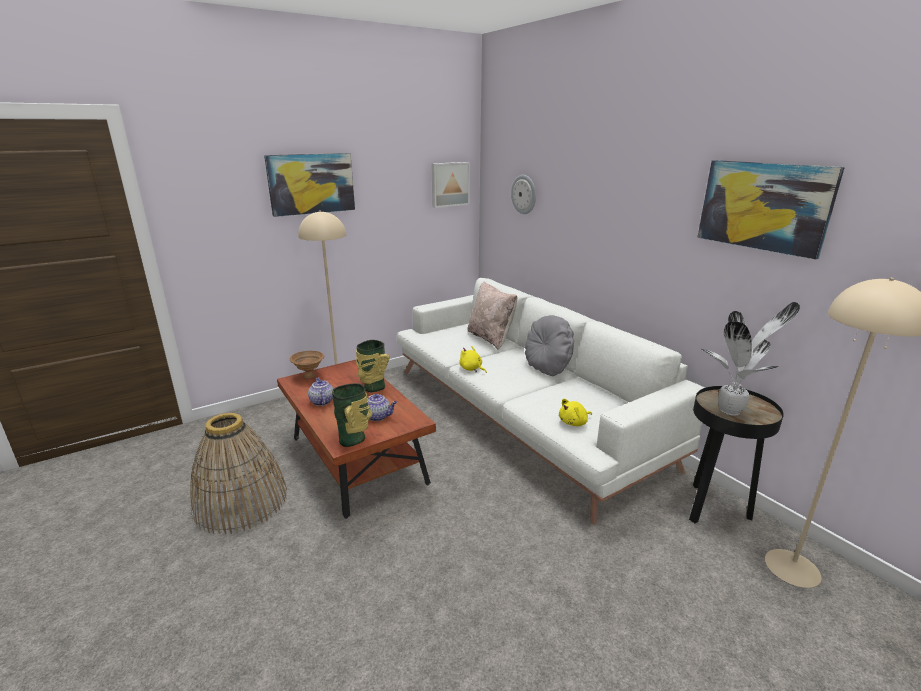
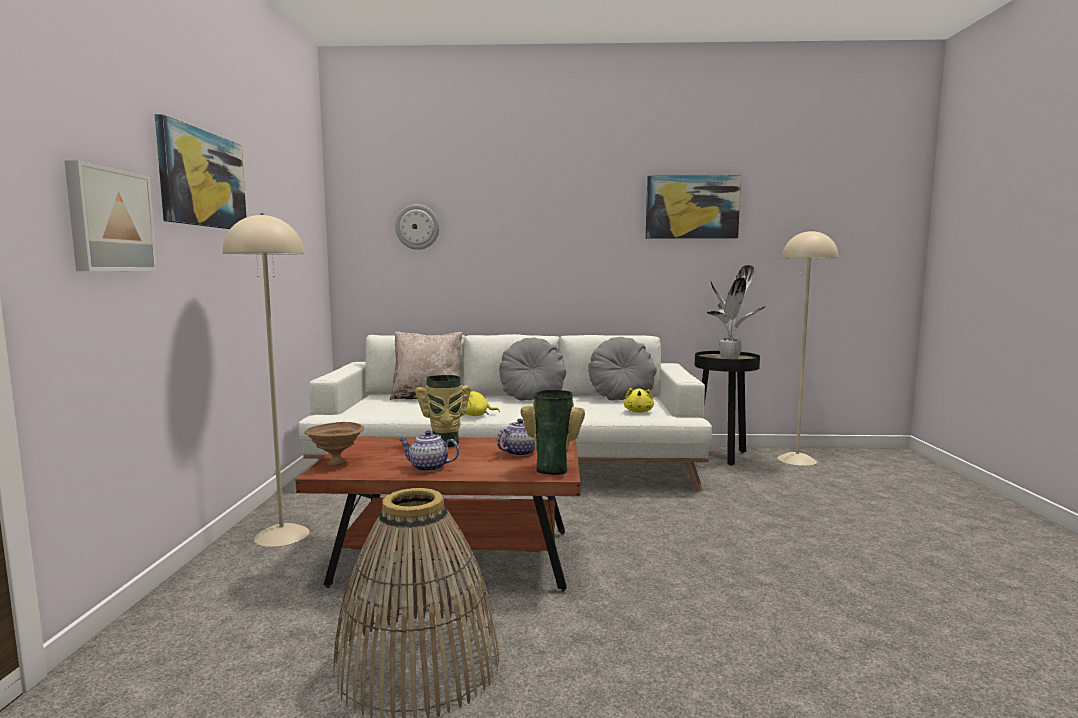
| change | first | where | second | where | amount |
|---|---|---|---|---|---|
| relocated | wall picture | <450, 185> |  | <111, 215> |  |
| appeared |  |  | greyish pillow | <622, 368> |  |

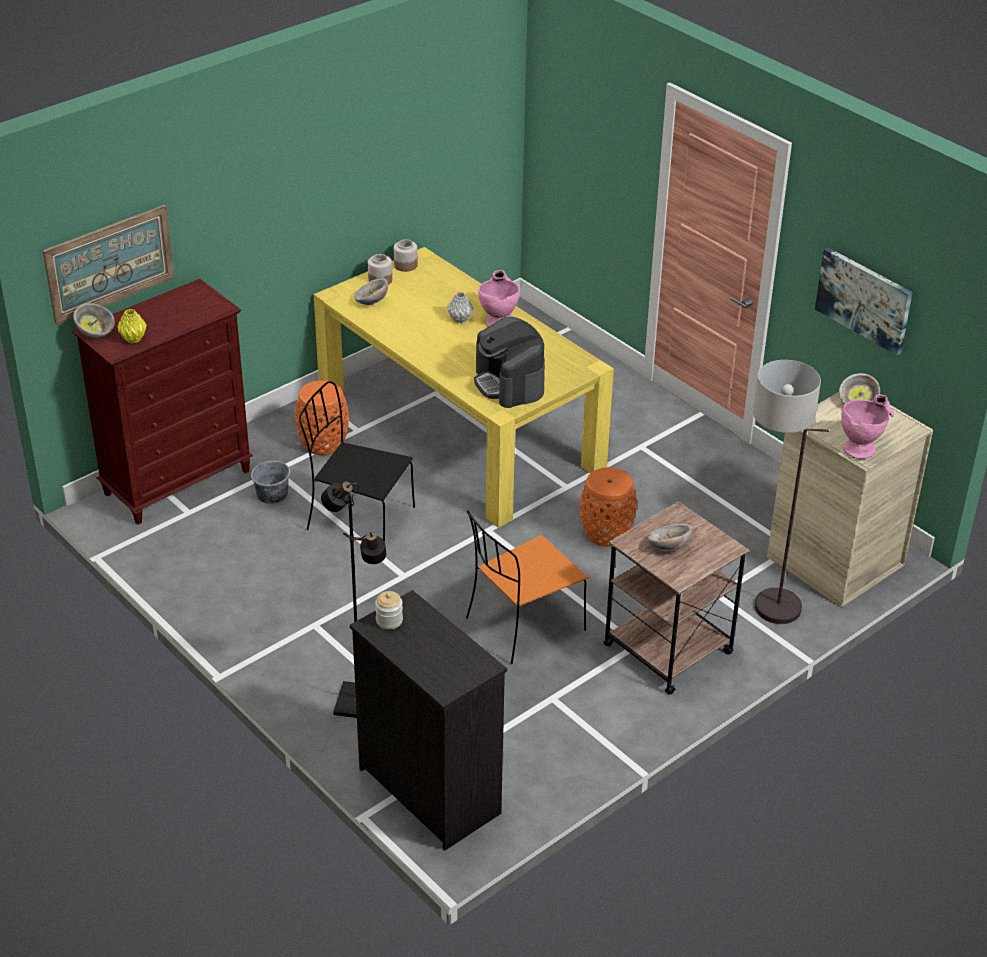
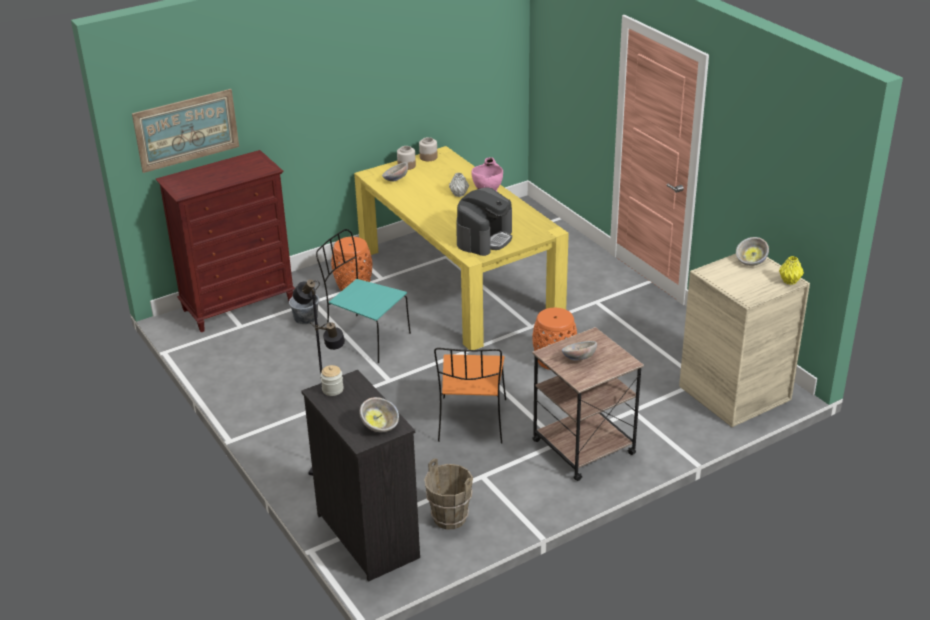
| change | first | where | second | where | amount |
|---|---|---|---|---|---|
| colour | black chair | <357, 461> | turquoise-coloured chair | <363, 296> |  |
| relocated | bowl | <94, 320> |  | <379, 414> |  |
| appeared |  |  | brown bucket | <448, 493> |  |
| spun | orange chair | <526, 587> |  | <470, 396> | 60 degrees counterclockwise |
| spun | coffee machine | <509, 362> |  | <484, 222> | 135 degrees counterclockwise |
| relocated | yellow-coloured decorative vase | <132, 326> |  | <791, 270> |  |
| missing | greyish standard lamp | <791, 492> |  |  |  |
| missing | wall picture | <864, 301> |  |  |  |
| missing | pinkish decorative vase | <867, 426> |  |  |  |

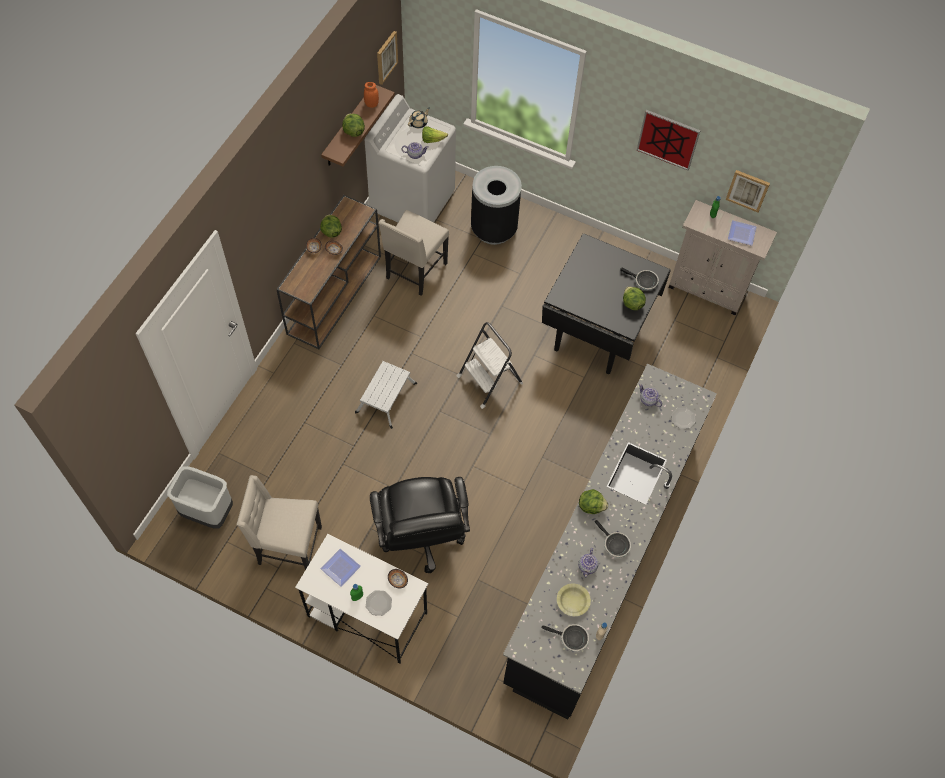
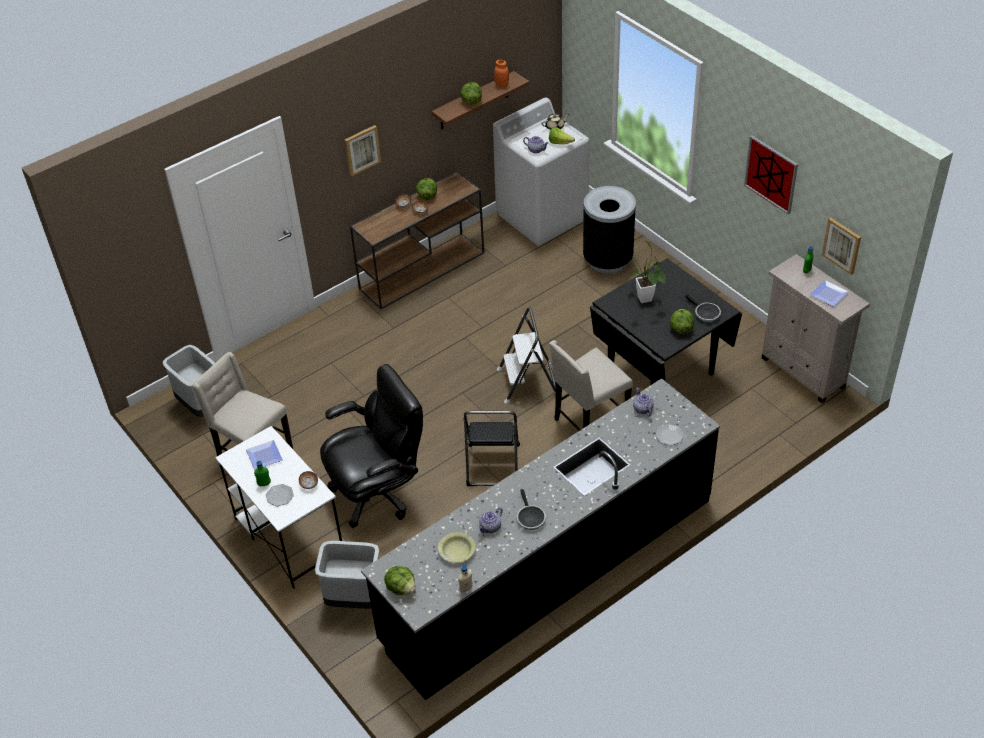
| change | first | where | second | where | amount |
|---|---|---|---|---|---|
| appeared |  |  | greyish rubbish bin | <347, 575> |  |
| spun | black office chair | <420, 525> |  | <371, 446> | 135 degrees counterclockwise |
| relocated | wall picture | <387, 58> |  | <363, 151> |  |
| relocated | lettuce | <593, 501> |  | <400, 581> |  |
| appeared |  |  | black step ladder | <492, 448> |  |
| relocated | sand-coloured chair | <414, 253> |  | <591, 385> |  |
| appeared |  |  | houseplant | <647, 272> |  |
| missing | whitish step ladder | <386, 395> |  |  |  |
| missing | skillet | <565, 638> |  |  |  |

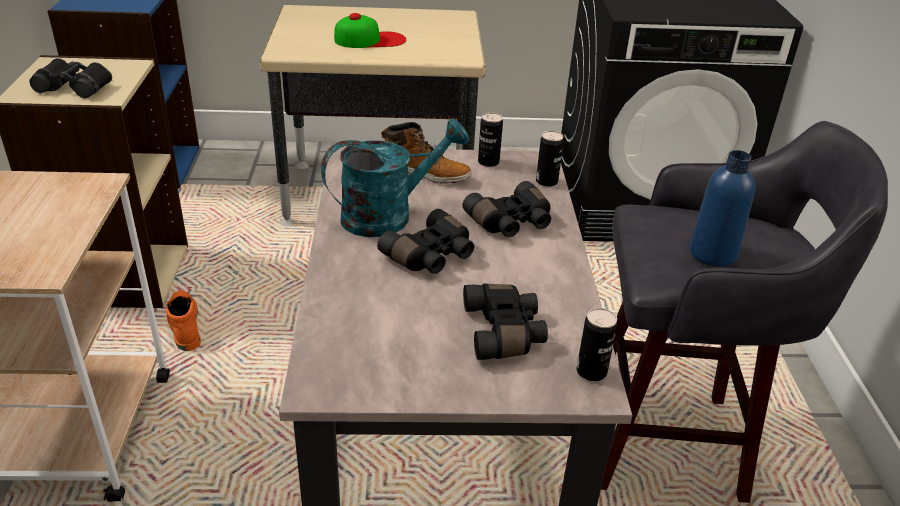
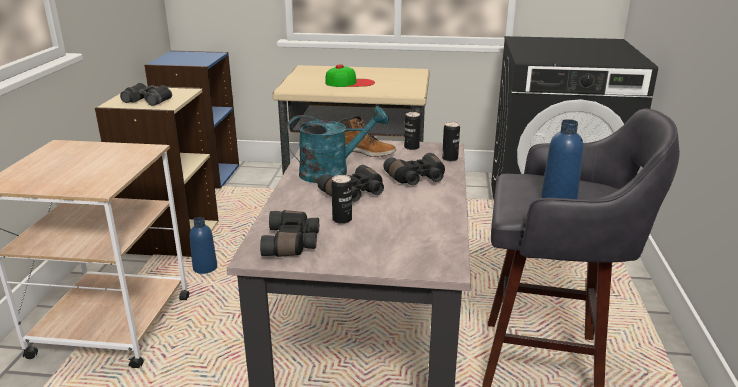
| change | first | where | second | where | amount |
|---|---|---|---|---|---|
| exchanged | orange high-top boot | <183, 320> | bluish beverage bottle | <203, 245> |  |
| relocated | black field glasses | <505, 322> |  | <289, 233> |  |
| relocated | metal can | <596, 344> |  | <341, 199> |  |

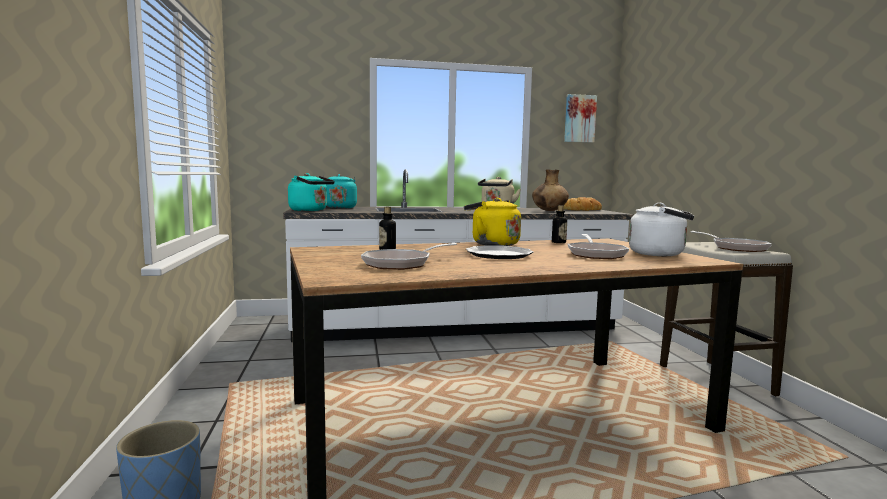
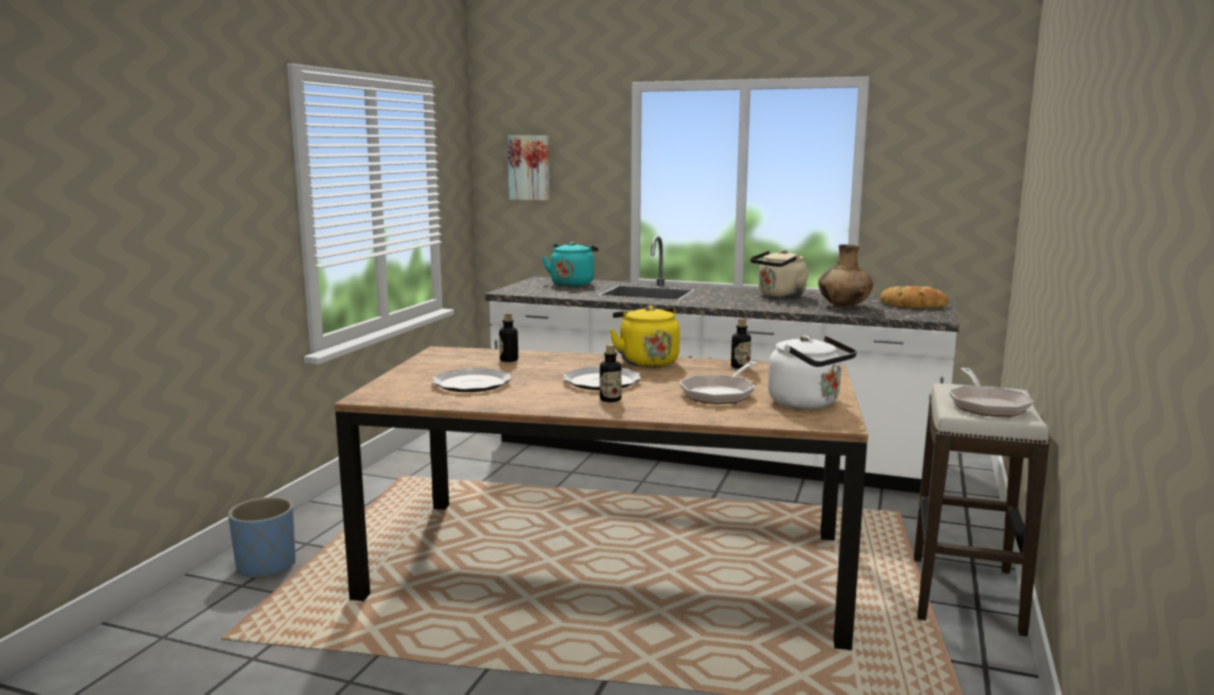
| change | first | where | second | where | amount |
|---|---|---|---|---|---|
| exchanged | skillet | <409, 256> | dinner plate | <472, 380> |  |
| relocated | wall picture | <580, 118> |  | <529, 167> |  |
| appeared |  |  | beverage bottle | <611, 373> |  |
| missing | turquoise-coloured water kettle | <311, 192> |  |  |  |

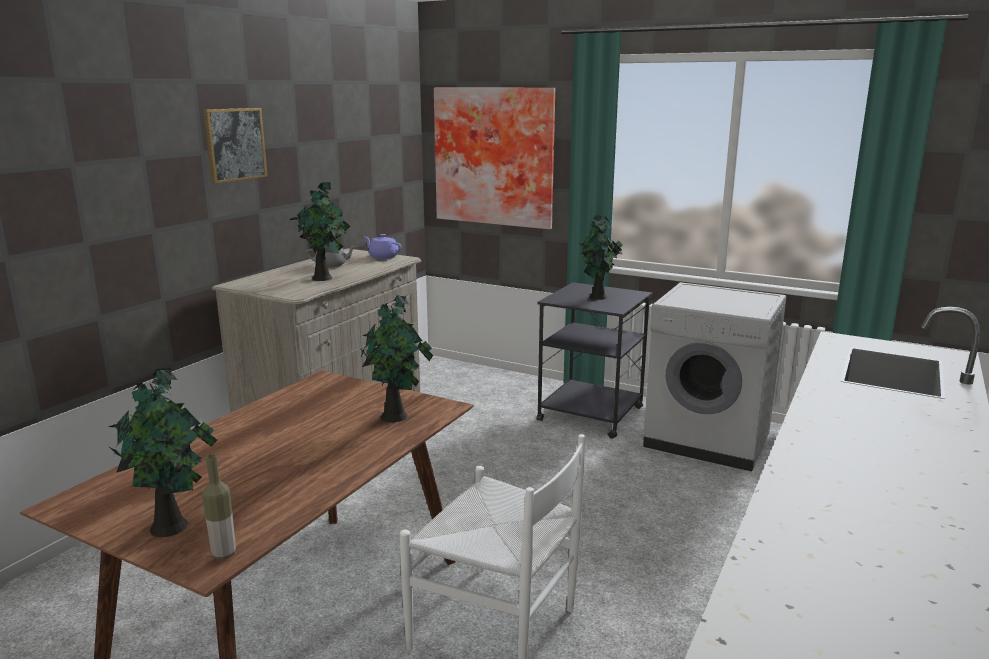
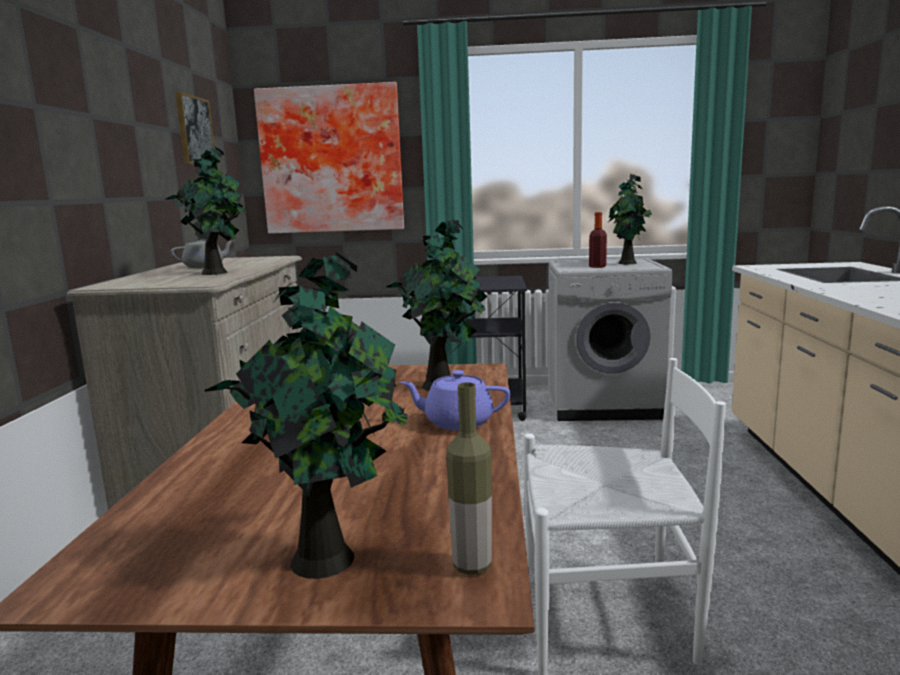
| change | first | where | second | where | amount |
|---|---|---|---|---|---|
| relocated | wall picture | <235, 146> |  | <195, 128> |  |
| relocated | purple-coloured tea pot | <382, 246> |  | <455, 400> |  |
| appeared |  |  | beverage bottle | <598, 240> |  |
| relocated | houseplant | <601, 257> |  | <630, 219> |  |

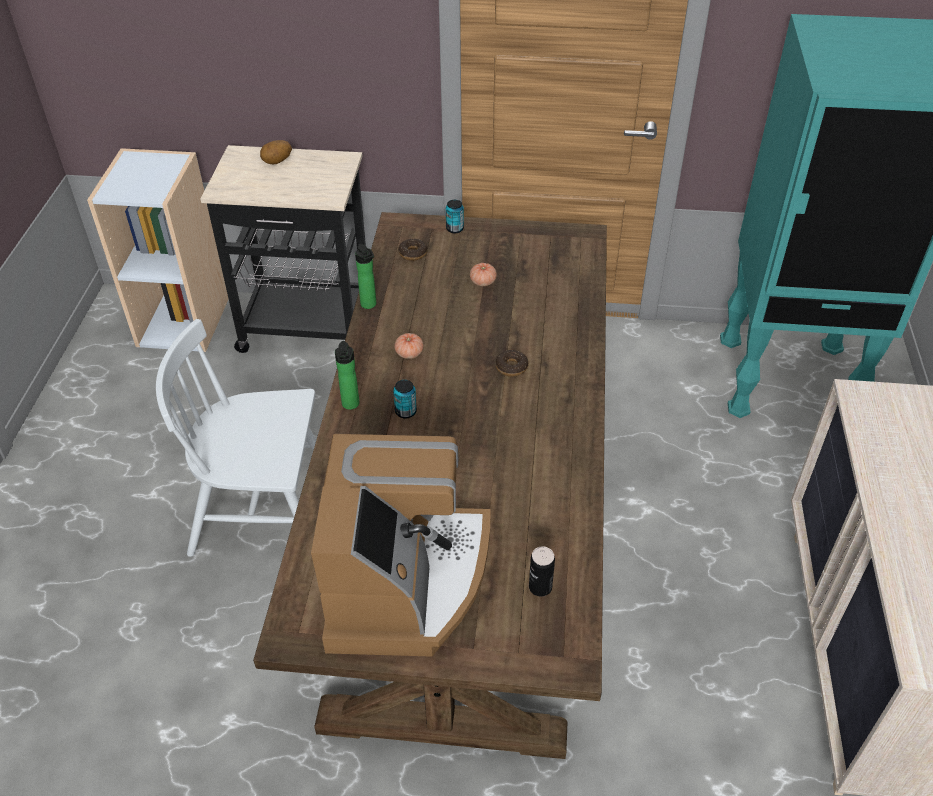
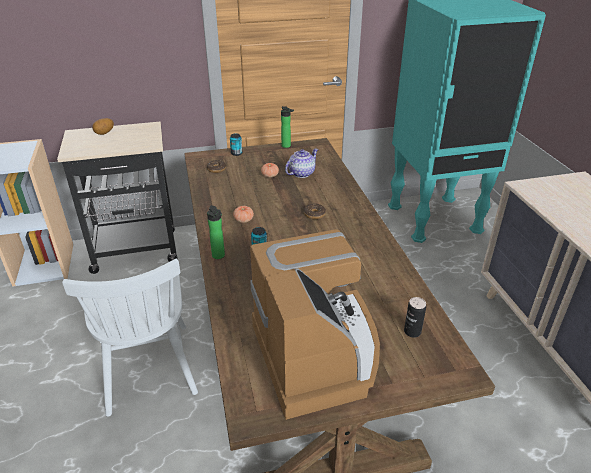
| change | first | where | second | where | amount |
|---|---|---|---|---|---|
| spun | whitish chair | <236, 438> |  | <130, 338> | 90 degrees counterclockwise |
| relocated | beverage bottle | <365, 276> |  | <287, 127> |  |
| appeared |  |  | tea pot | <301, 163> |  |

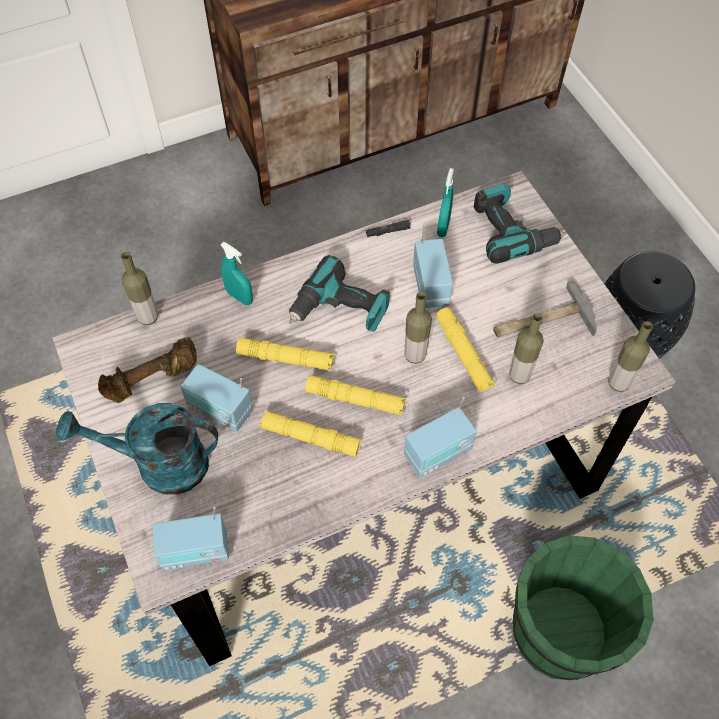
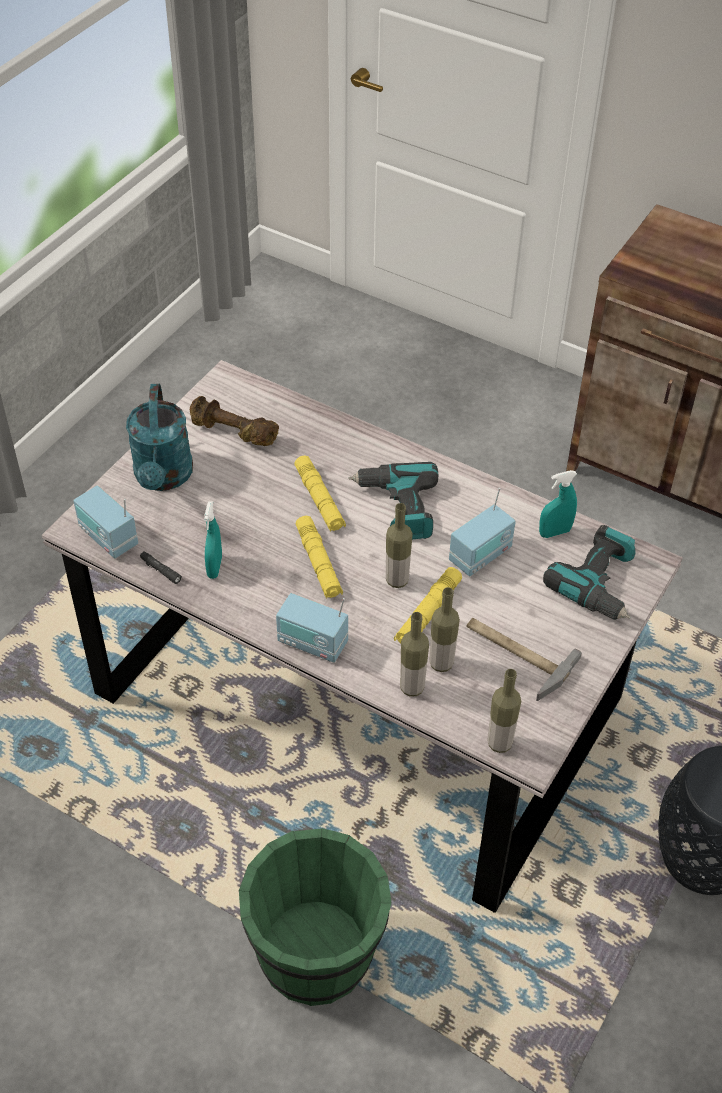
| change | first | where | second | where | amount |
|---|---|---|---|---|---|
| spun | turquoise-coloured watering can | <137, 449> |  | <159, 437> | 150 degrees counterclockwise |
| relocated | black hand torch | <388, 228> |  | <161, 567> |  |
| relocated | turquoise-coloured hand sprayer | <236, 274> |  | <213, 540> |  |
| relocated | beverage bottle | <139, 288> |  | <414, 654> |  |
| missing | radio receiver | <216, 398> |  |  |  |
| missing | yellow-coloured hand torch | <309, 433> |  |  |  |

